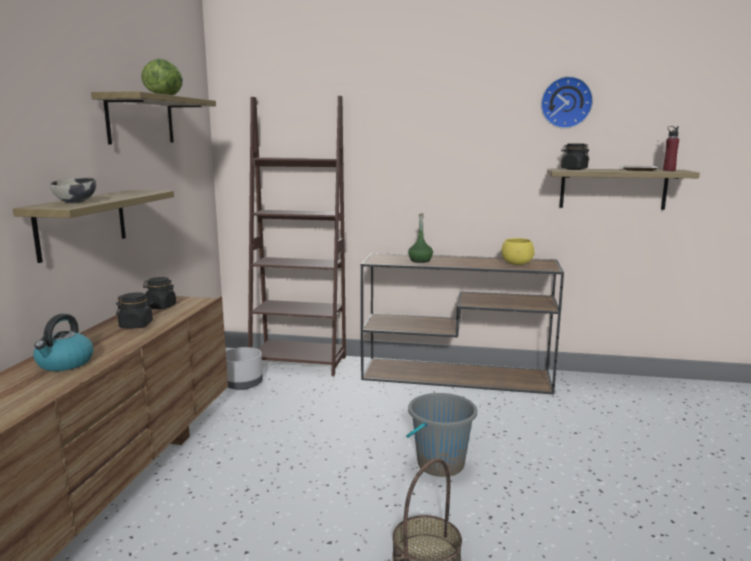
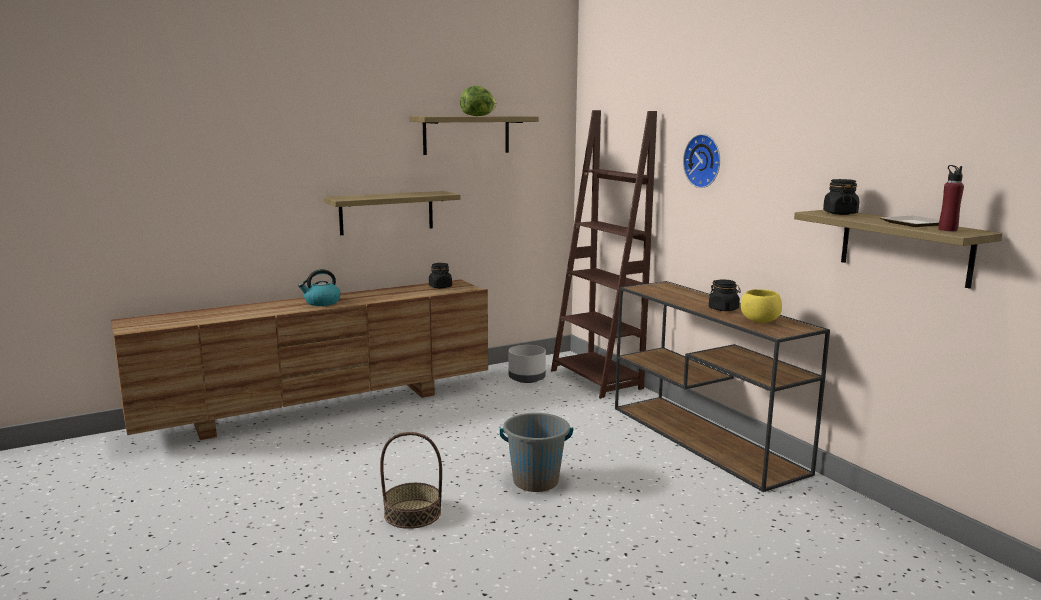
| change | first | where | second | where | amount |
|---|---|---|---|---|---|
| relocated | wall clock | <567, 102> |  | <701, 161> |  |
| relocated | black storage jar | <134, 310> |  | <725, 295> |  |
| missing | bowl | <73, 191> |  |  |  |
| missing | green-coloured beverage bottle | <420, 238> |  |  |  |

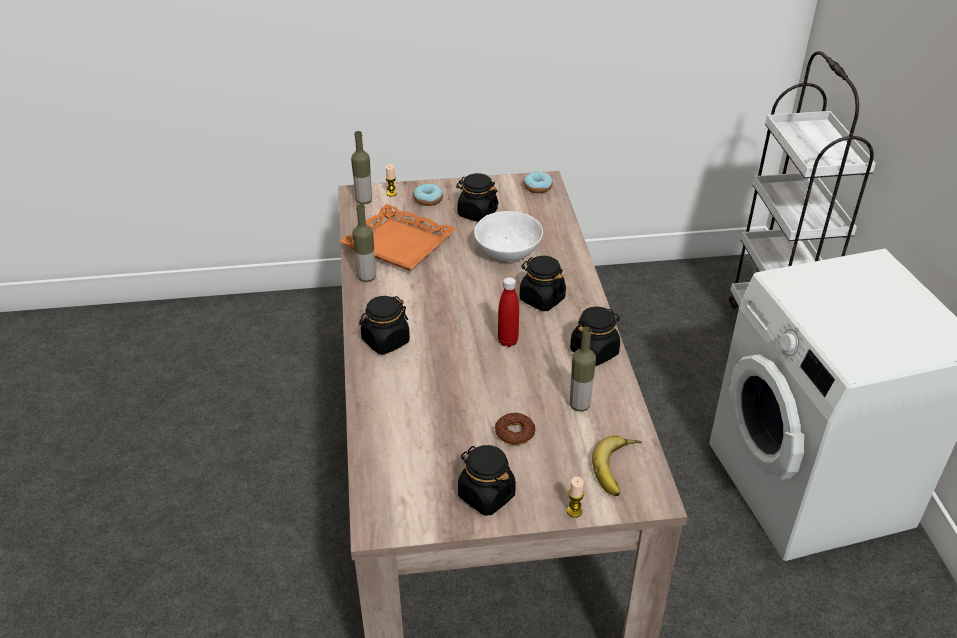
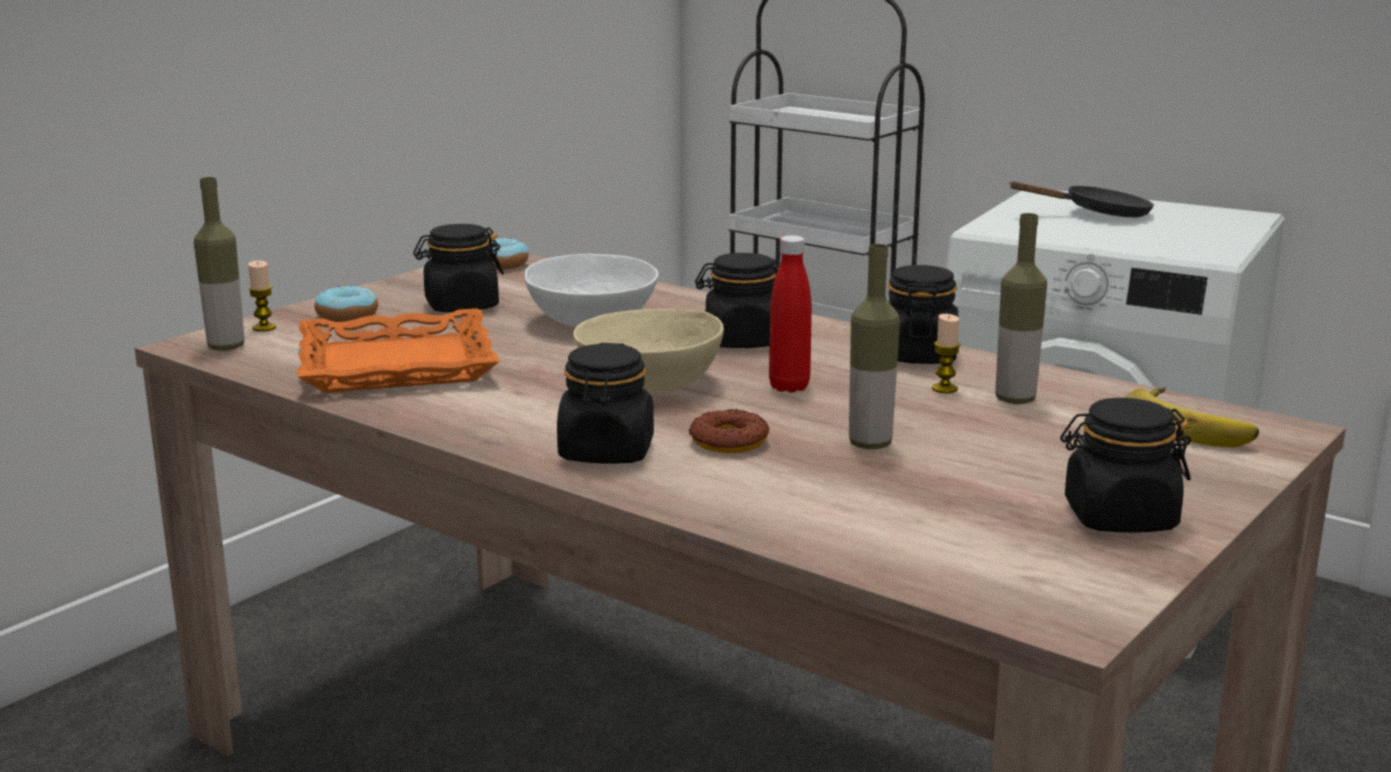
| change | first | where | second | where | amount |
|---|---|---|---|---|---|
| appeared |  |  | sand-coloured bowl | <648, 350> |  |
| relocated | donut | <515, 428> |  | <729, 431> |  |
| relocated | beverage bottle | <364, 243> |  | <874, 346> |  |
| relocated | wax light | <575, 497> |  | <946, 353> |  |
| appeared |  |  | black skillet | <1081, 199> |  |

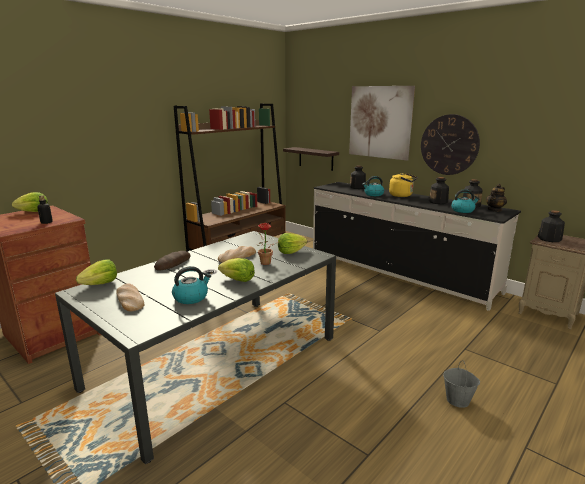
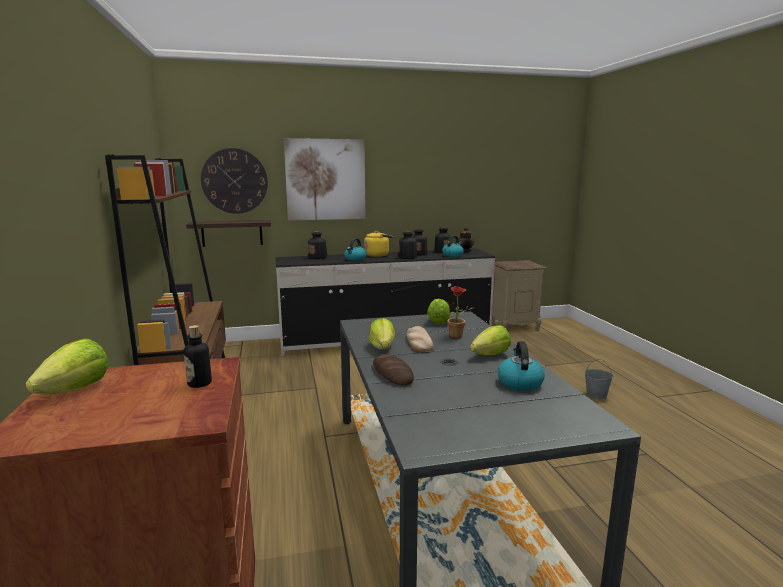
| change | first | where | second | where | amount |
|---|---|---|---|---|---|
| relocated | wall clock | <450, 144> |  | <234, 181> |  |
| relocated | lettuce | <96, 272> |  | <382, 333> |  |
| relocated | beverage bottle | <551, 226> |  | <407, 245> |  |
| missing | bread | <130, 297> |  |  |  |

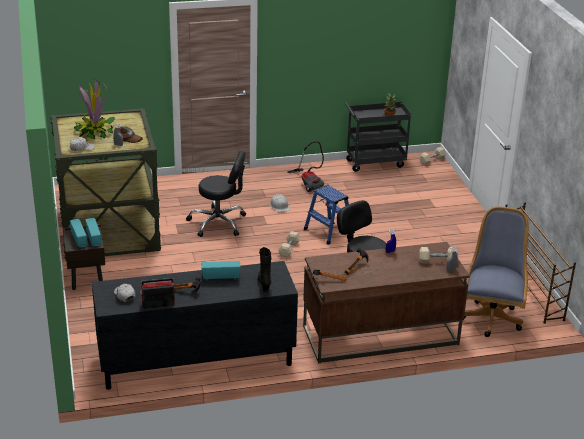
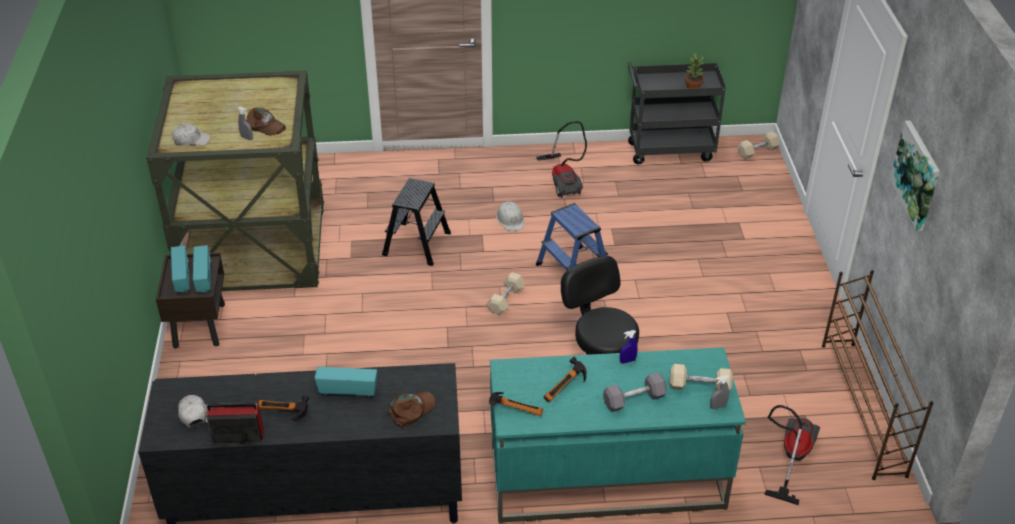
| change | first | where | second | where | amount |
|---|---|---|---|---|---|
| exchanged | black office chair | <216, 194> | black step ladder | <416, 222> |  |
| exchanged | black high-top boot | <264, 269> | brown peaked cap | <411, 411> |  |
| colour | brown desk unit | <386, 303> | turquoise-coloured desk unit | <618, 435> |  |
| appeared |  |  | greyish dumbbell | <635, 392> |  |
| exchanged | bluish office chair | <496, 271> | vacuum | <792, 455> |  |
| appeared |  |  | wall picture | <915, 175> |  |
| missing | houseplant | <94, 108> |  |  |  |

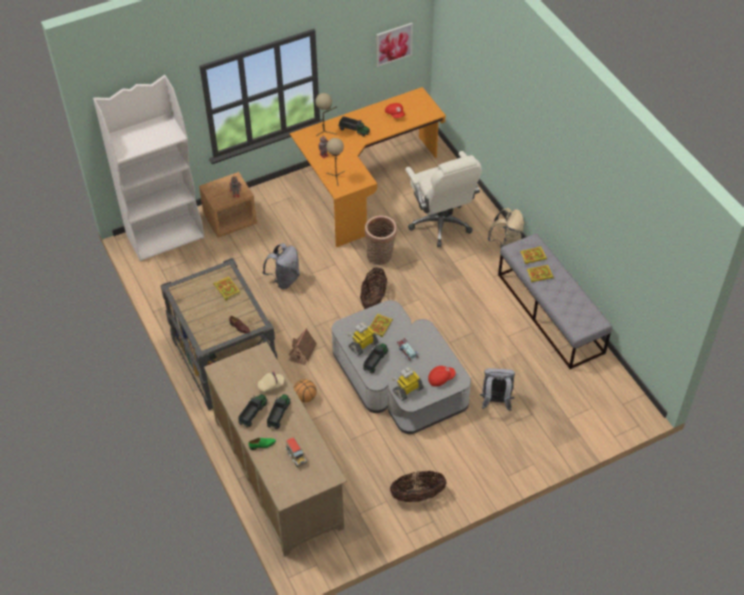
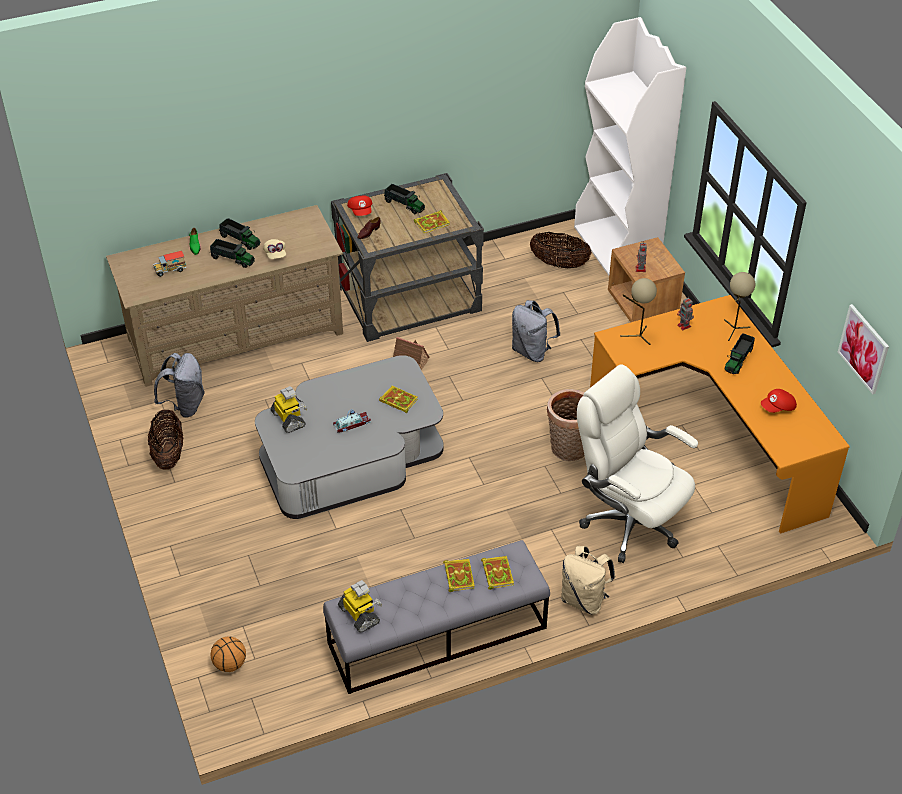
| change | first | where | second | where | amount |
|---|---|---|---|---|---|
| relocated | greyish knapsack | <497, 389> |  | <179, 385> |  |
| relocated | ball for basketball | <305, 391> |  | <228, 654> |  |
| relocated | model robot | <363, 339> |  | <360, 606> |  |
| relocated | red peaked cap | <442, 376> |  | <359, 205> |  |
| relocated | toy lorry | <375, 358> |  | <404, 199> |  |
| relocated | basket | <373, 288> |  | <561, 250> |  |
| spun | whitish office chair | <444, 199> |  | <637, 463> | 60 degrees clockwise |

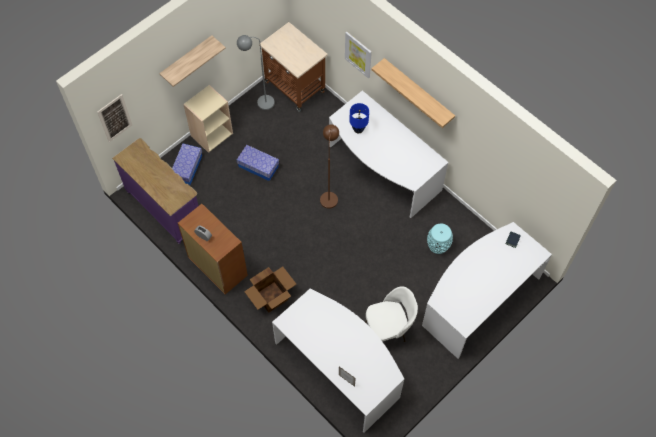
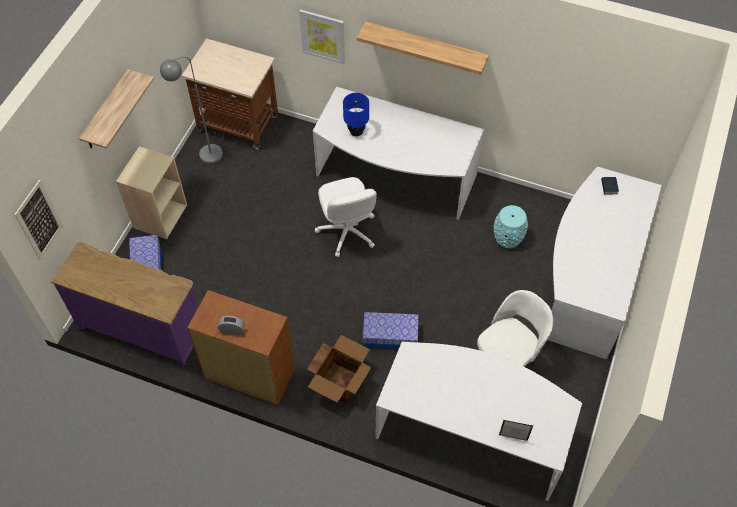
| change | first | where | second | where | amount |
|---|---|---|---|---|---|
| exchanged | brown standard lamp | <329, 166> | whitish office chair | <346, 217> |  |
| relocated | storage bin | <258, 163> |  | <391, 330> |  |

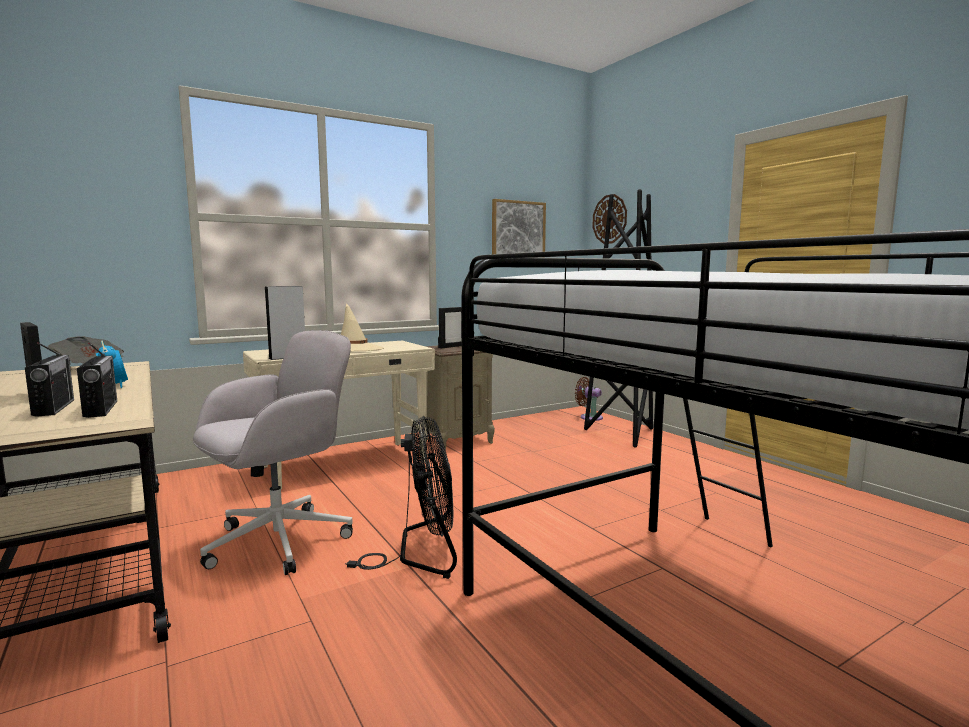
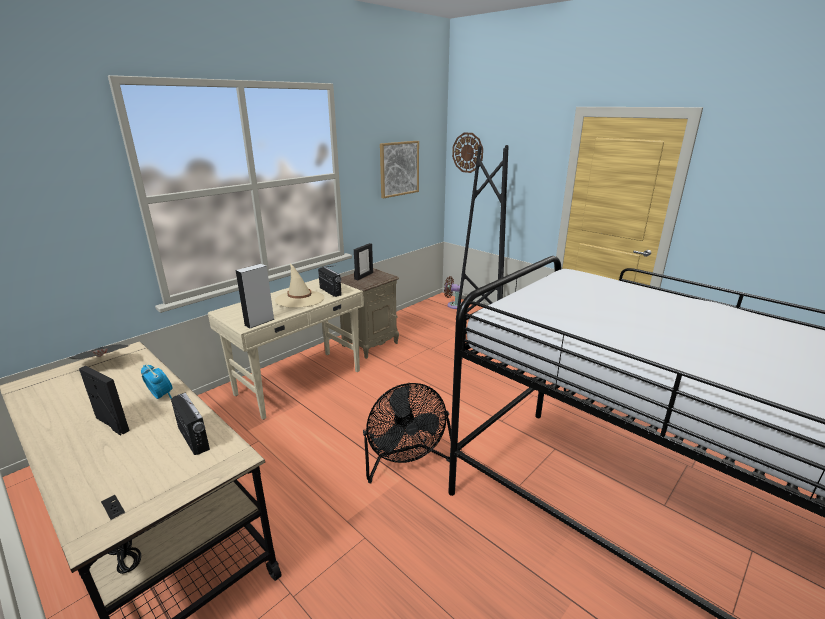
| change | first | where | second | where | amount |
|---|---|---|---|---|---|
| relocated | radio receiver | <49, 379> |  | <330, 281> |  |
| spun | black fan | <401, 497> |  | <407, 433> | 90 degrees clockwise |
| missing | greyish office chair | <273, 452> |  |  |  |

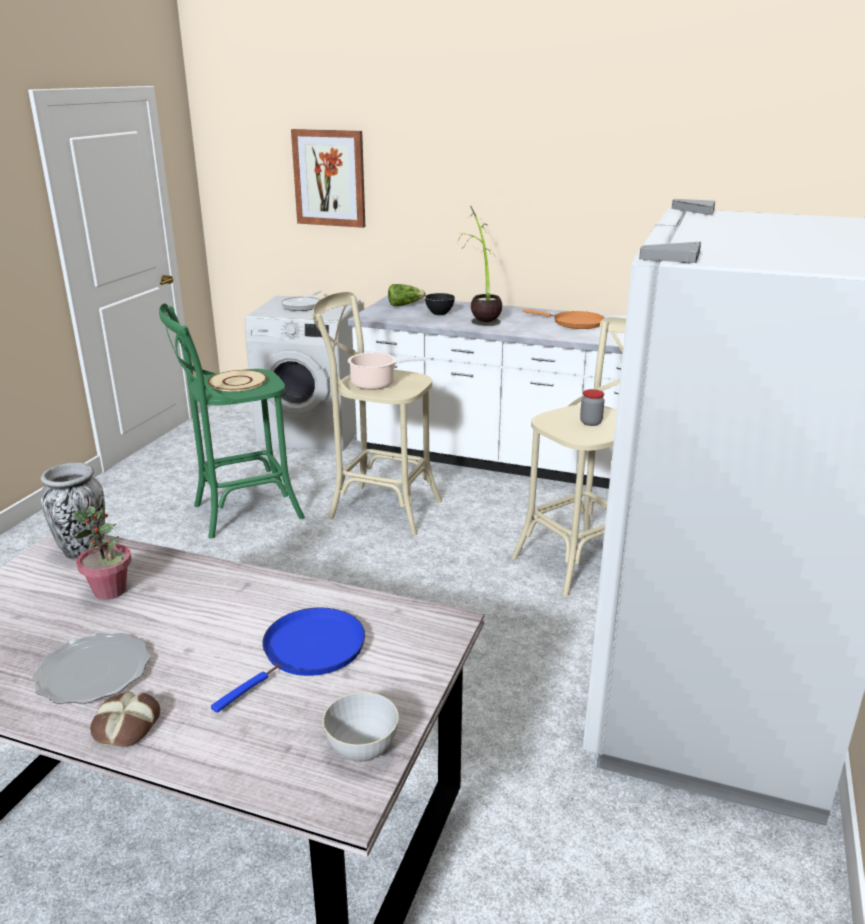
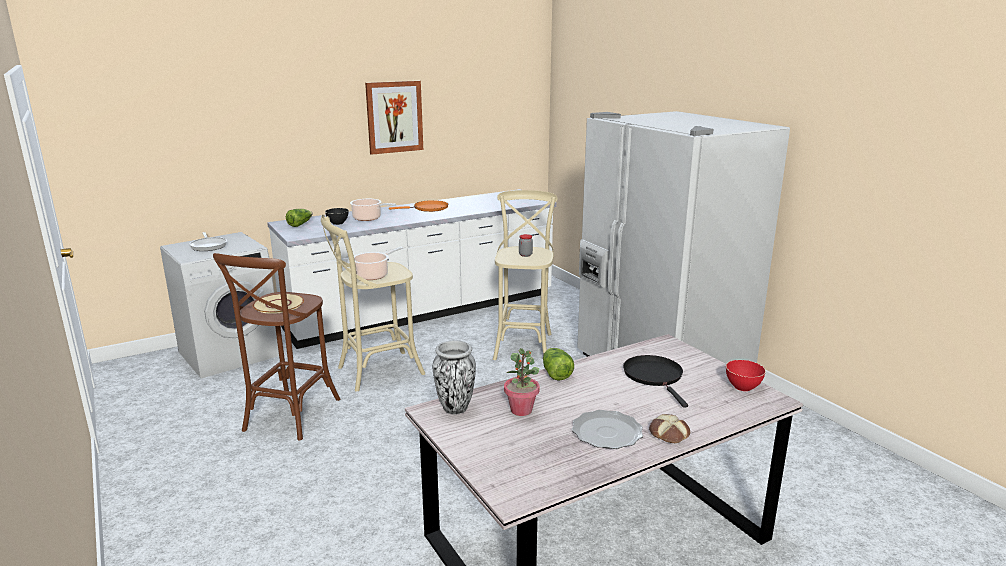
| change | first | where | second | where | amount |
|---|---|---|---|---|---|
| colour | green-coloured sitting stool | <232, 421> | brown sitting stool | <277, 346> |  |
| exchanged | houseplant | <479, 266> | cooking pot | <373, 210> |  |
| relocated | wall picture | <328, 178> |  | <394, 118> |  |
| appeared |  |  | lettuce | <558, 364> |  |
| colour | bluish skillet | <288, 660> | black skillet | <655, 381> |  |
| colour | greyish bowl | <361, 727> | red bowl | <746, 375> |  |

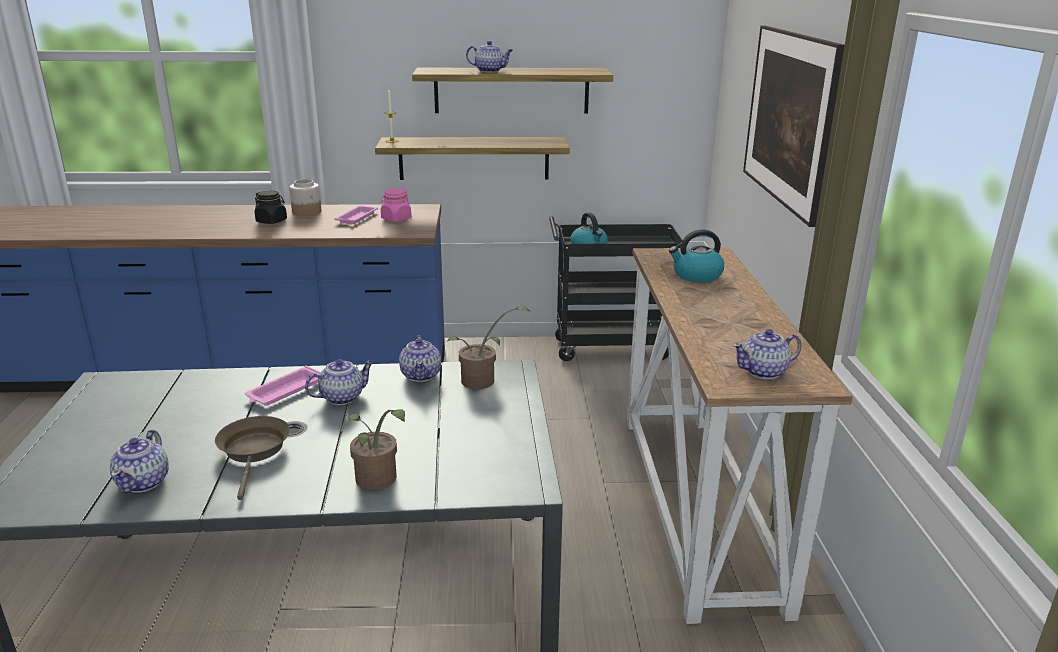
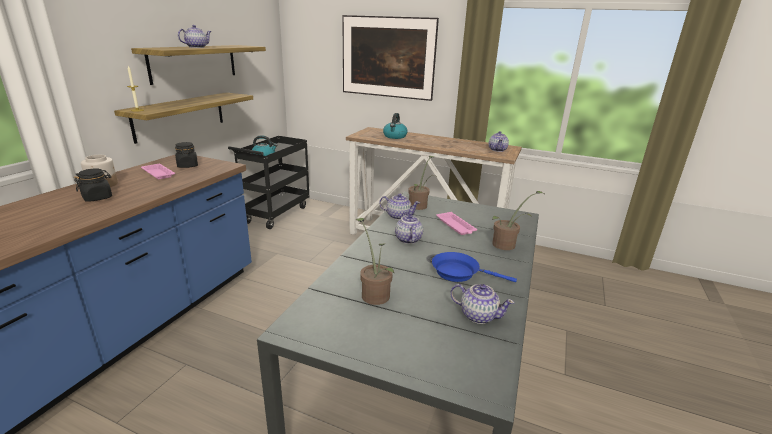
| change | first | where | second | where | amount |
|---|---|---|---|---|---|
| colour | pinkish storage jar | <396, 205> | black storage jar | <186, 155> |  |
| appeared |  |  | houseplant | <375, 261> |  |
| colour | brown skillet | <252, 458> | bluish skillet | <474, 267> |  |
| relocated | pinkish carrying tray | <283, 386> |  | <456, 223> |  |

